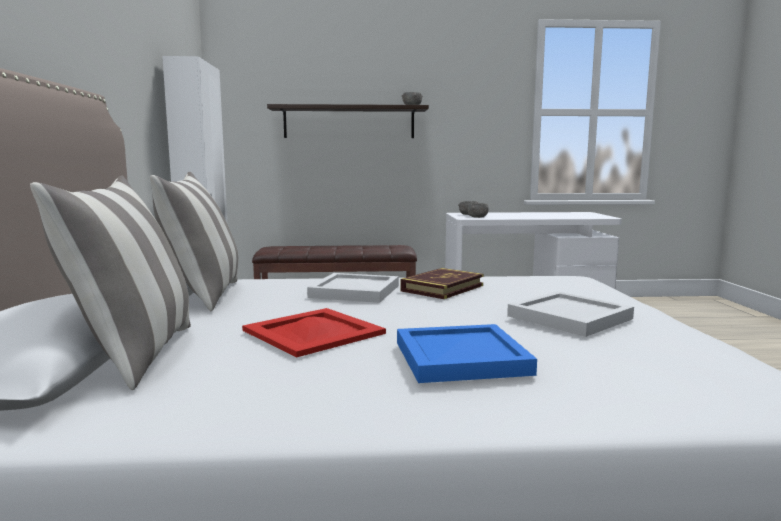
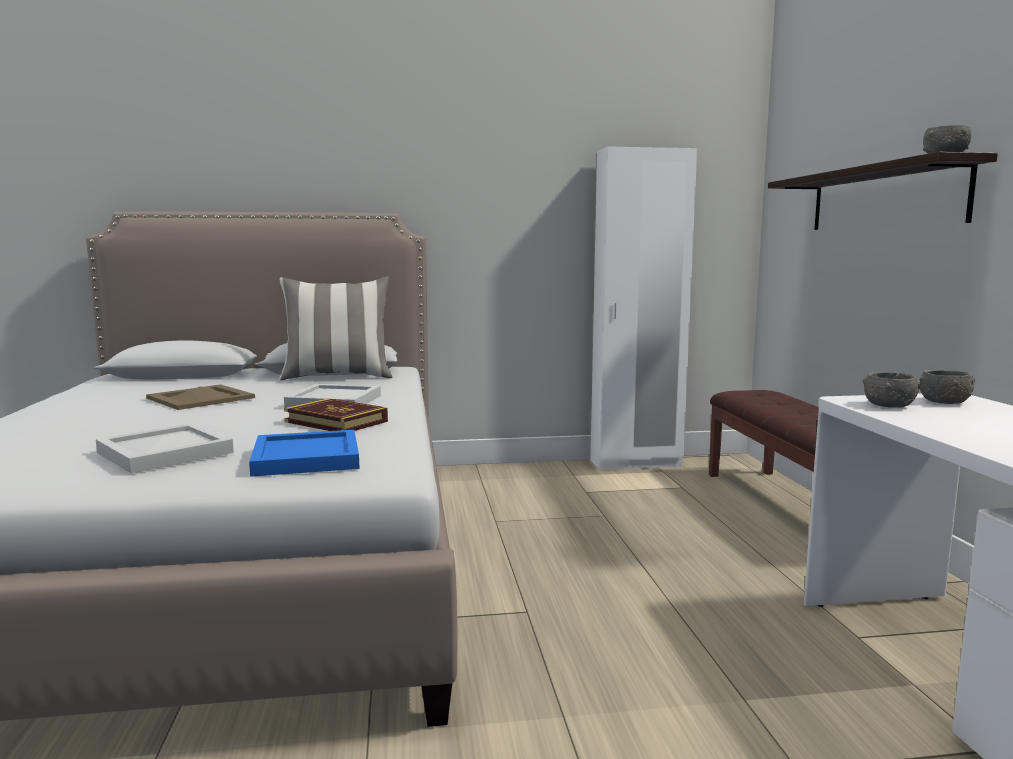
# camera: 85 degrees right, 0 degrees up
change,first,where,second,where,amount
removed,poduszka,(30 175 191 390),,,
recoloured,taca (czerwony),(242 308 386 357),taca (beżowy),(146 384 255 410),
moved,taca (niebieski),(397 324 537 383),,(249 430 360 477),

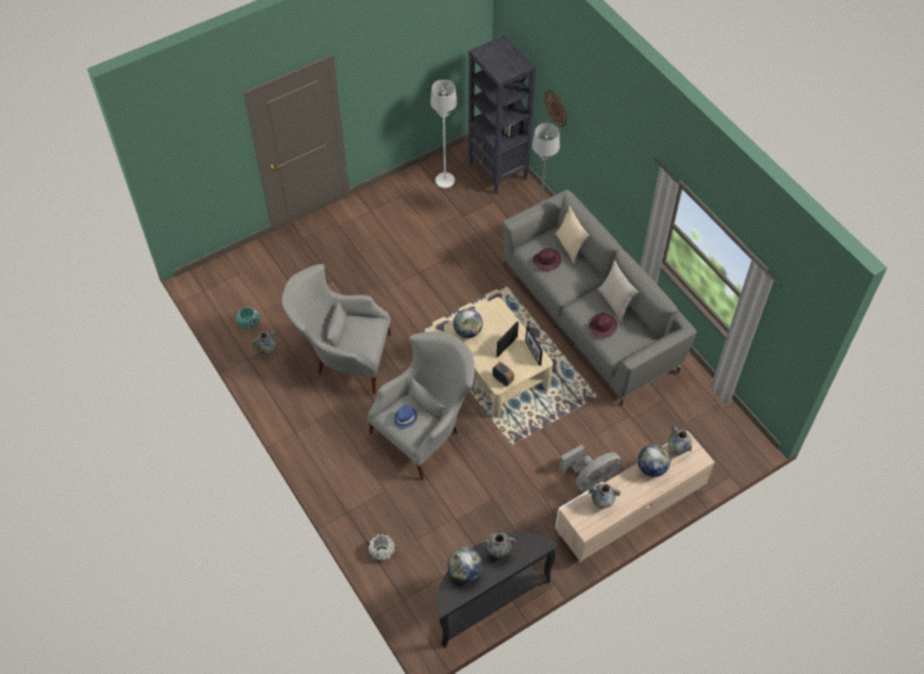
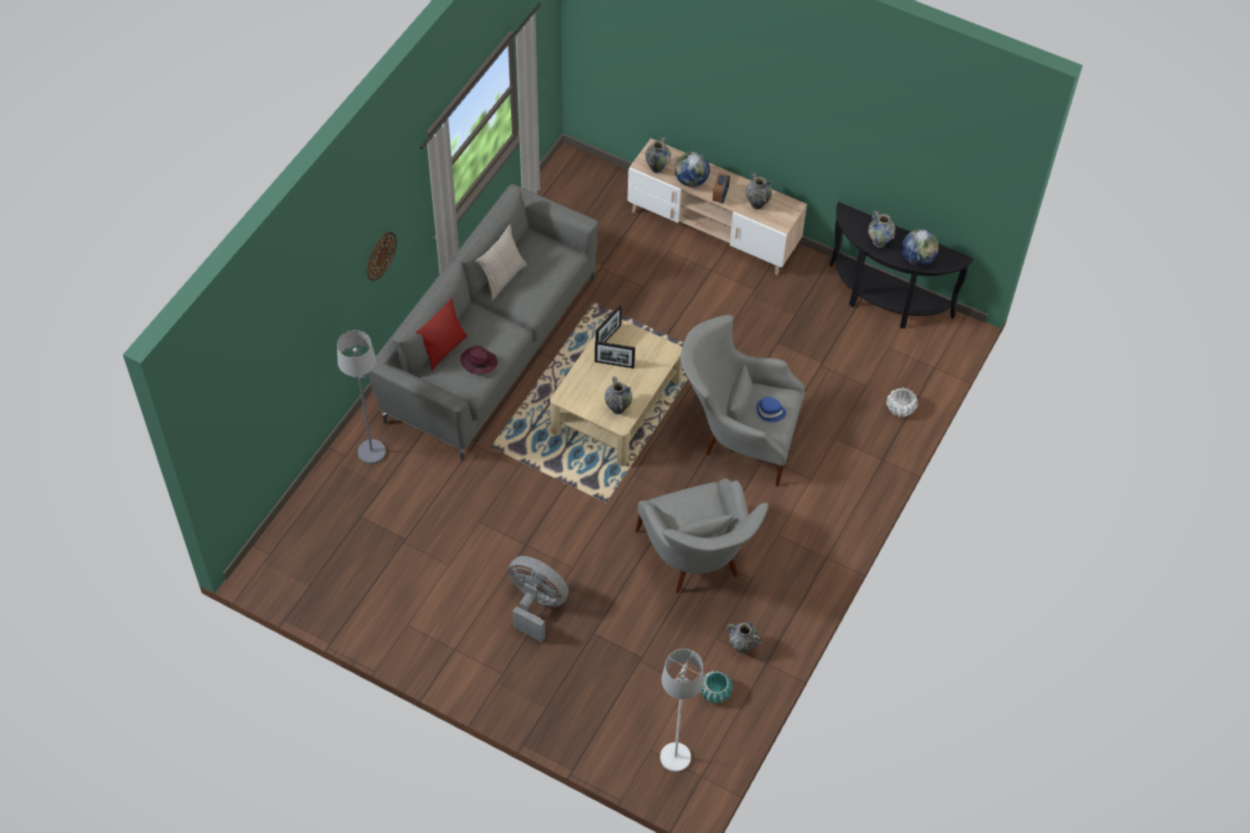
# camera: 120 degrees left, 0 degrees up
change,first,where,second,where,amount
moved,lampa stojąca (biały),(430 80 457 188),,(660 649 704 772),
replaced,globus,(453 309 483 338),wazon,(605 376 632 414),
removed,regał (czarny),(468 35 536 194),,,
moved,budzik,(492 362 514 387),,(712 173 730 203),
moved,zegar ścienny,(544 90 567 127),,(367 231 397 281),
recoloured,poduszka (beżowy),(555 206 589 263),poduszka (czerwony),(416 298 468 370),
moved,wentylator (szary),(559 445 623 492),,(508 556 569 642),
removed,kapelusz (fioletowy),(589 313 618 338),,,

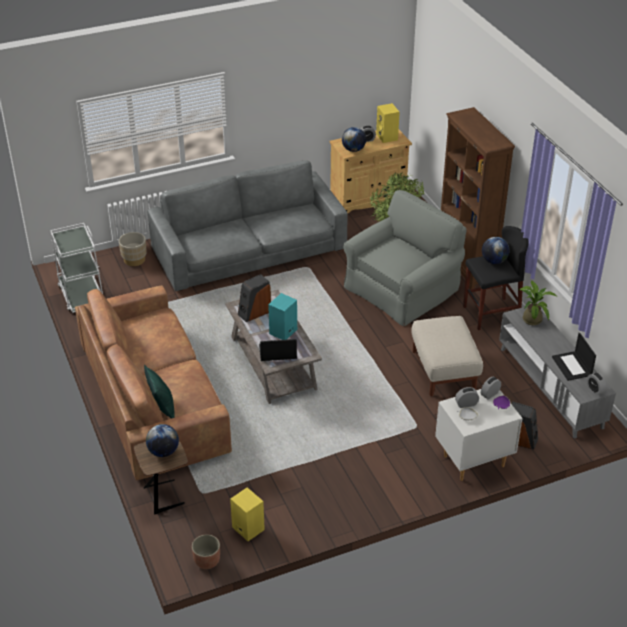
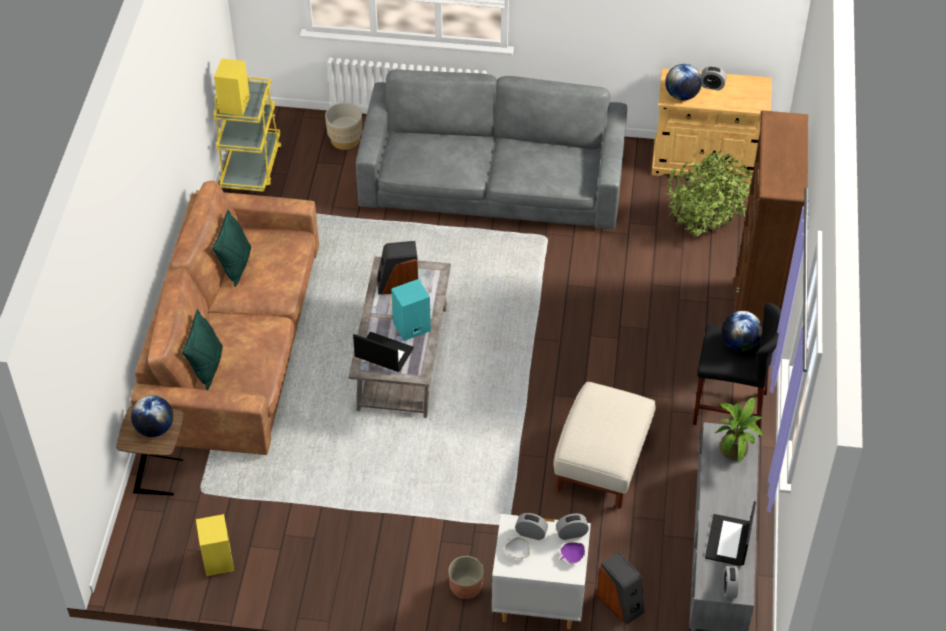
# camera: 30 degrees right, 10 degrees up
change,first,where,second,where,amount
recoloured,wózek (biały),(50 223 103 313),wózek (żółty),(213 77 282 192),
moved,donica,(192 534 220 569),,(448 556 484 599),
removed,fotel (szary),(343 190 467 326),,,
moved,głośnik (żółty),(376 103 400 143),,(214 58 250 116),
added,,,poduszka (zielony),(212 209 251 287),

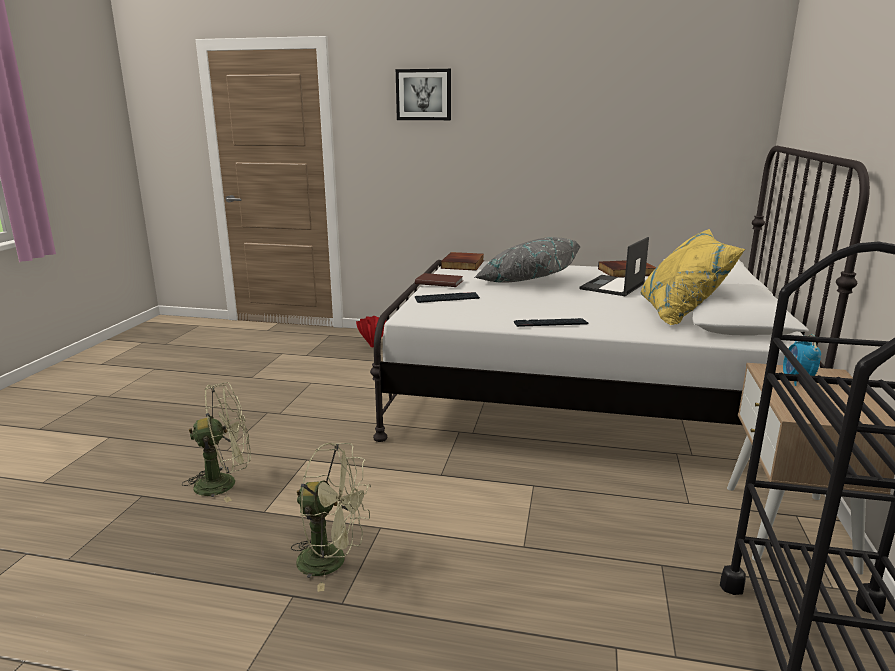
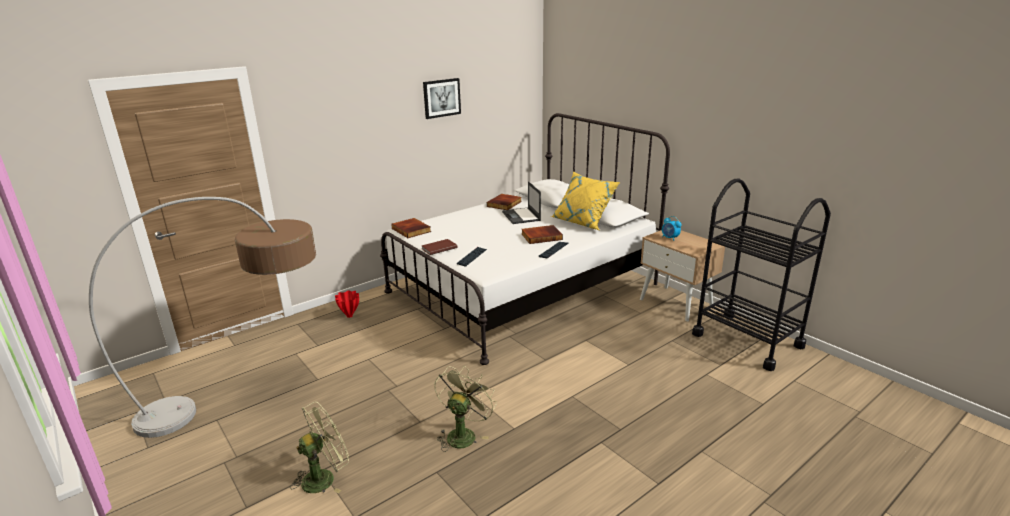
# camera: 50 degrees left, 5 degrees up
change,first,where,second,where,amount
moved,wentylator (zielony),(291 443 371 592),,(290 402 349 494),
moved,obraz,(396 69 451 120),,(423 78 461 119),
removed,poduszka (szary),(474 237 580 282),,,
added,,,lampa stojąca,(89 197 316 438),
added,,,książka,(522 225 563 244),

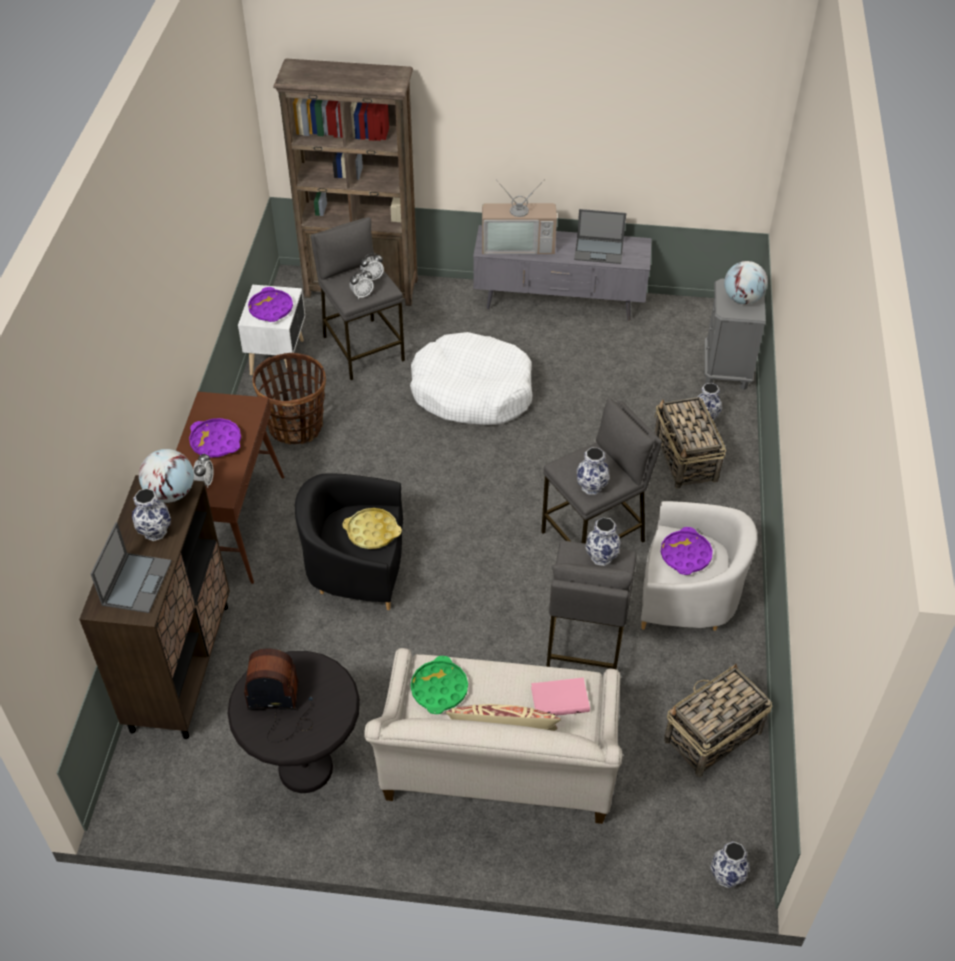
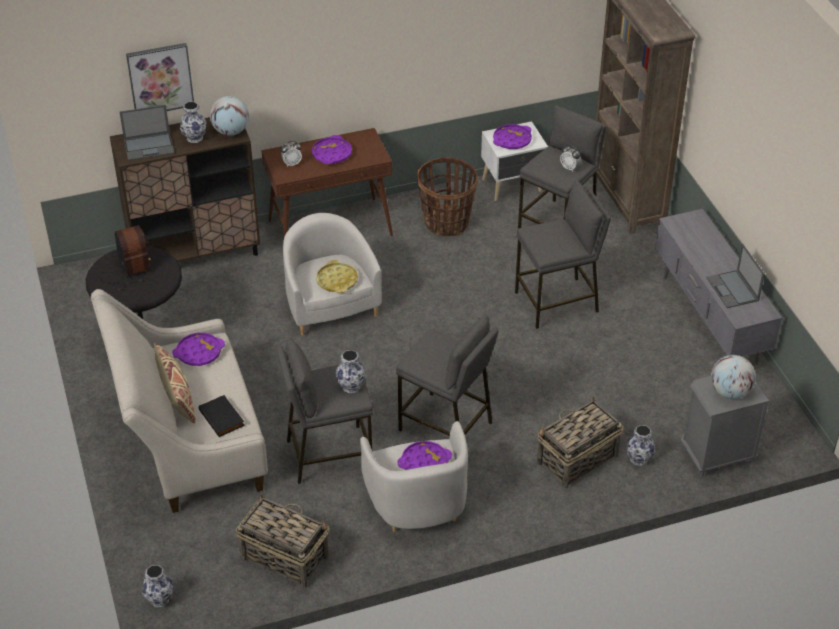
# camera: 65 degrees right, 5 degrees down
change,first,where,second,where,amount
recoloured,fotel (czarny),(295 473 403 610),fotel (biały),(283 213 382 335),
removed,budzik,(350 270 374 299),,,
replaced,legowisko (biały),(410 332 533 425),stołek (szary),(515 180 611 329),
recoloured,taca (zielony),(410 656 468 714),taca (fioletowy),(172 333 225 366),
removed,telewizor,(482 179 557 254),,,
recoloured,książka (różowy),(531 678 590 716),książka (czarny),(199 395 245 437),
removed,wazon,(577 448 609 495),,,
added,,,obraz,(126 43 194 111),

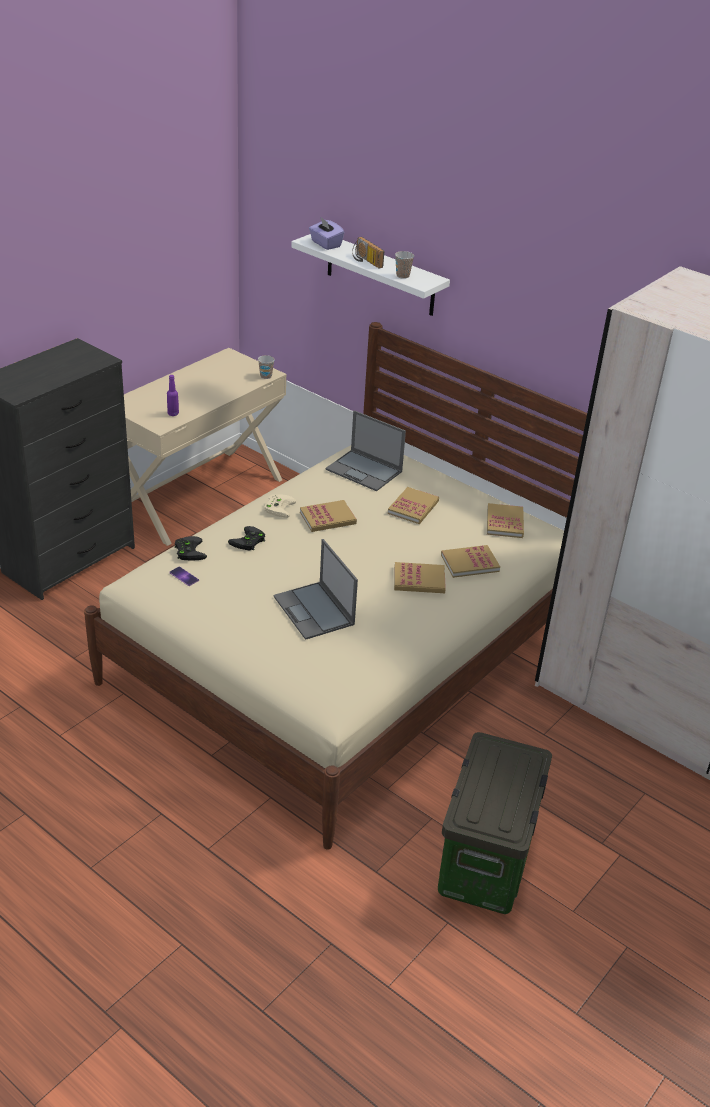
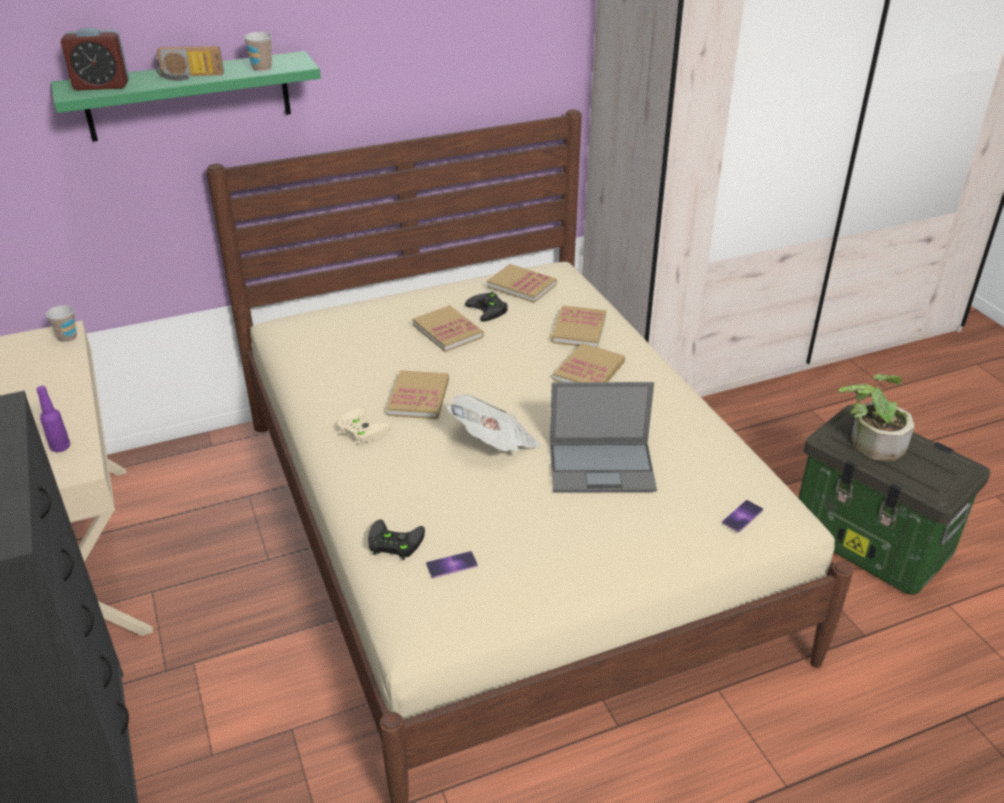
# camera: 60 degrees left, 0 degrees up
change,first,where,second,where,amount
moved,pad do gier (czarny),(228 526 265 551),,(465 292 508 321),
recoloured,półka (biały),(292 234 450 316),półka (zielony),(51 51 321 142),
replaced,pudełko chusteczek (fioletowy),(309 217 345 250),budzik,(61 27 129 90),
removed,laptop,(326 410 406 491),,,
added,,,gazeta,(446 394 540 452),
added,,,telefon,(722 500 763 533),
added,,,roślina doniczkowa,(839 374 915 461),

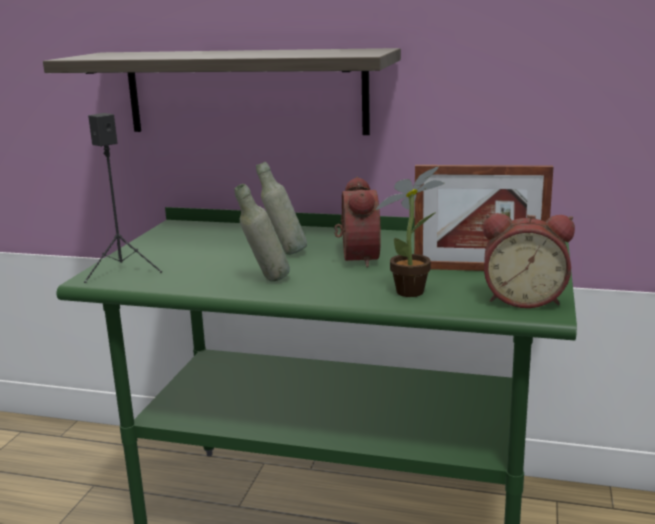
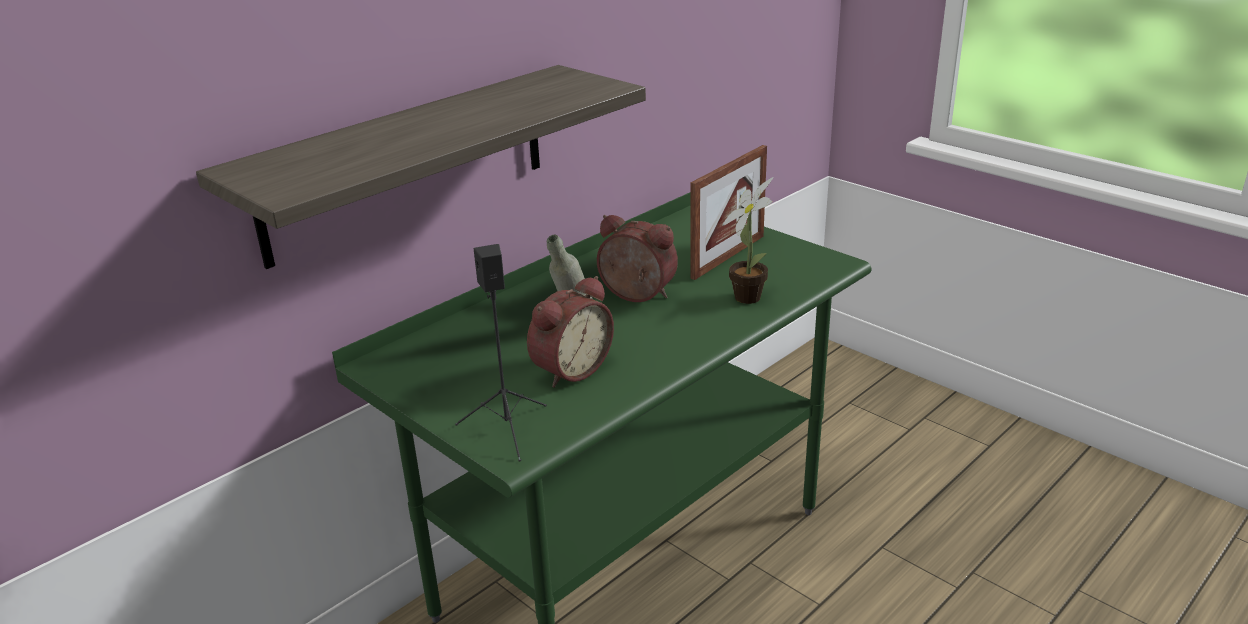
# camera: 60 degrees left, 10 degrees up
change,first,where,second,where,amount
removed,butelka (szary),(234 184 290 282),,,
moved,budzik,(483 213 575 308),,(527 276 614 388),

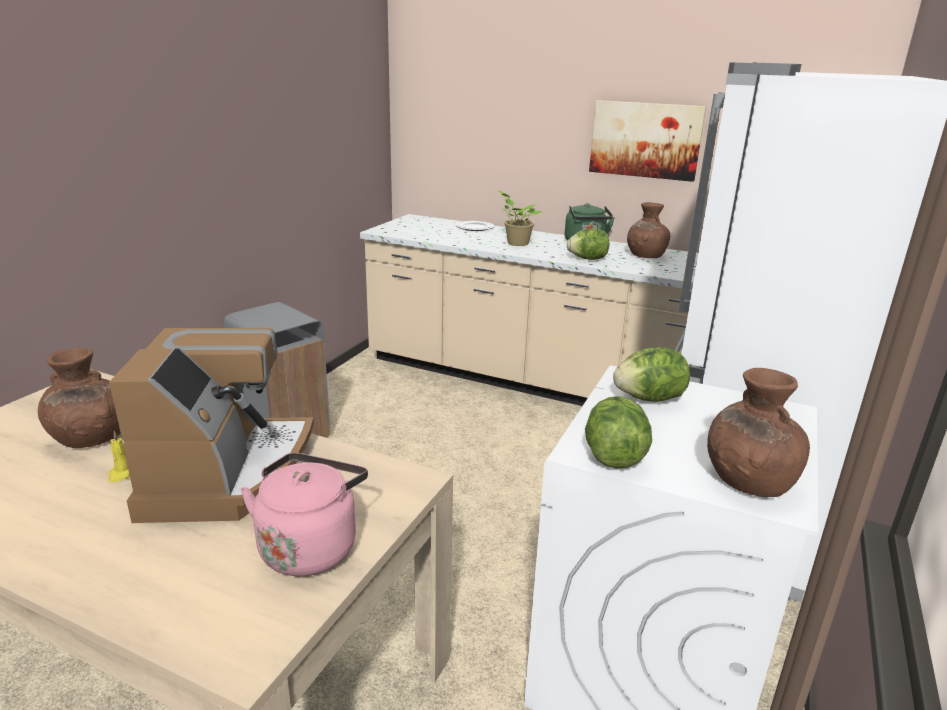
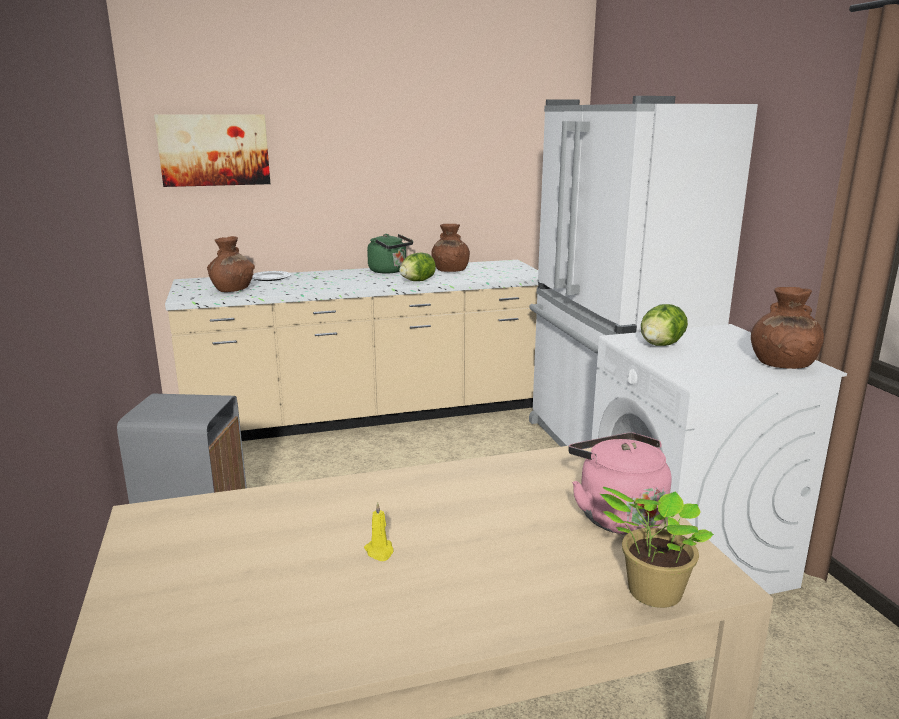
# camera: 40 degrees left, 5 degrees down
change,first,where,second,where,amount
moved,wazon (brązowy),(38 348 121 448),,(207 236 255 292),
removed,ekspres do kawy,(109 328 314 523),,,
moved,roślina doniczkowa,(499 190 542 246),,(600 487 714 608),
removed,sałata,(585 396 652 469),,,
moved,obraz,(589 100 706 182),,(154 115 270 187),

